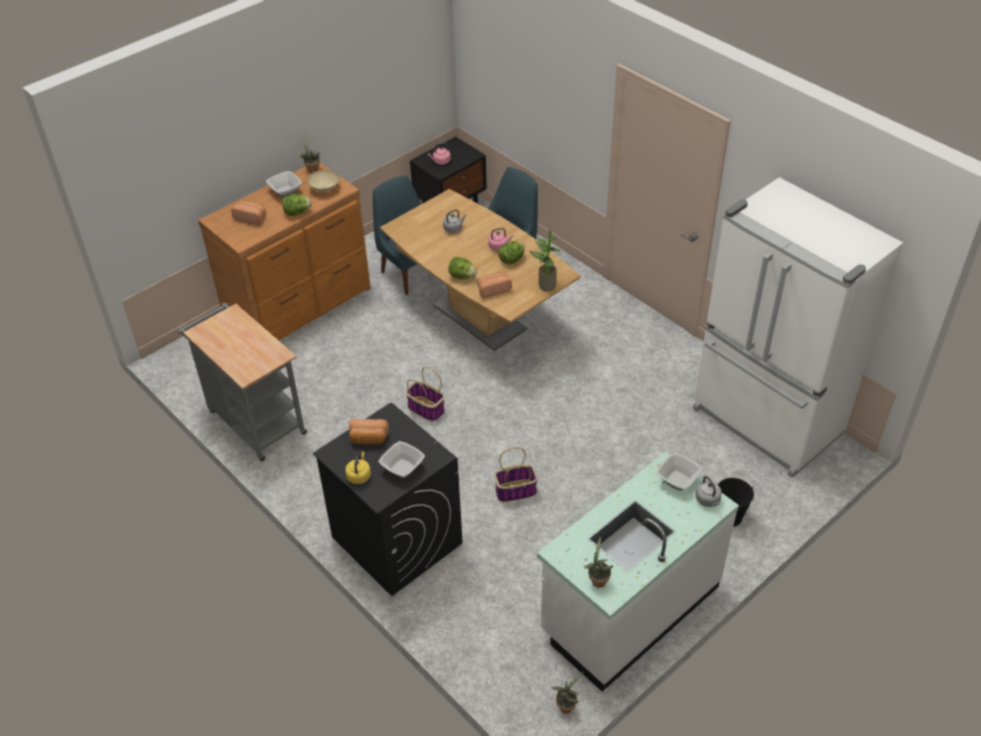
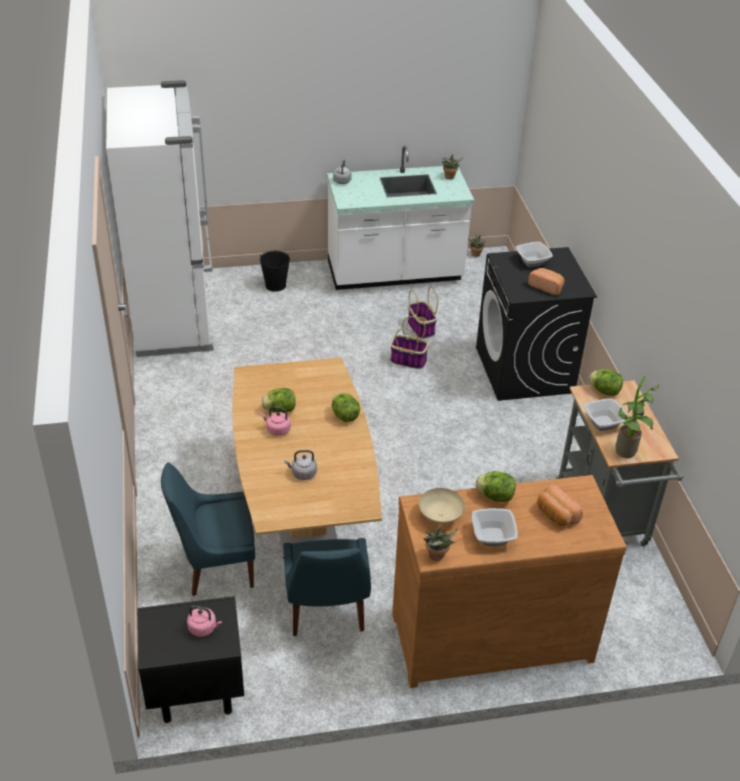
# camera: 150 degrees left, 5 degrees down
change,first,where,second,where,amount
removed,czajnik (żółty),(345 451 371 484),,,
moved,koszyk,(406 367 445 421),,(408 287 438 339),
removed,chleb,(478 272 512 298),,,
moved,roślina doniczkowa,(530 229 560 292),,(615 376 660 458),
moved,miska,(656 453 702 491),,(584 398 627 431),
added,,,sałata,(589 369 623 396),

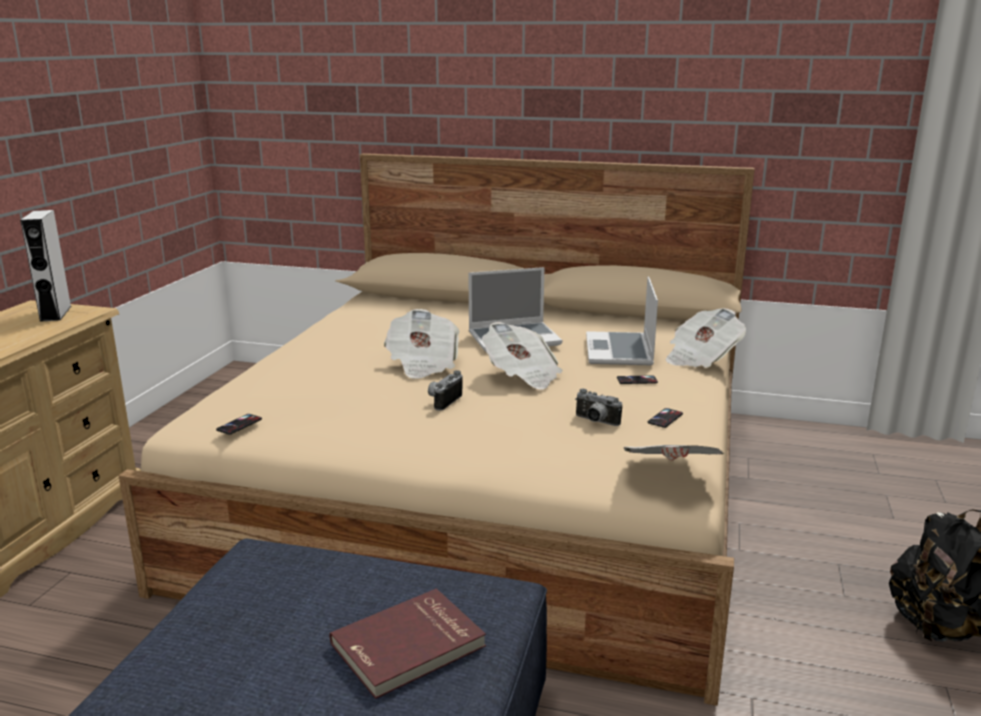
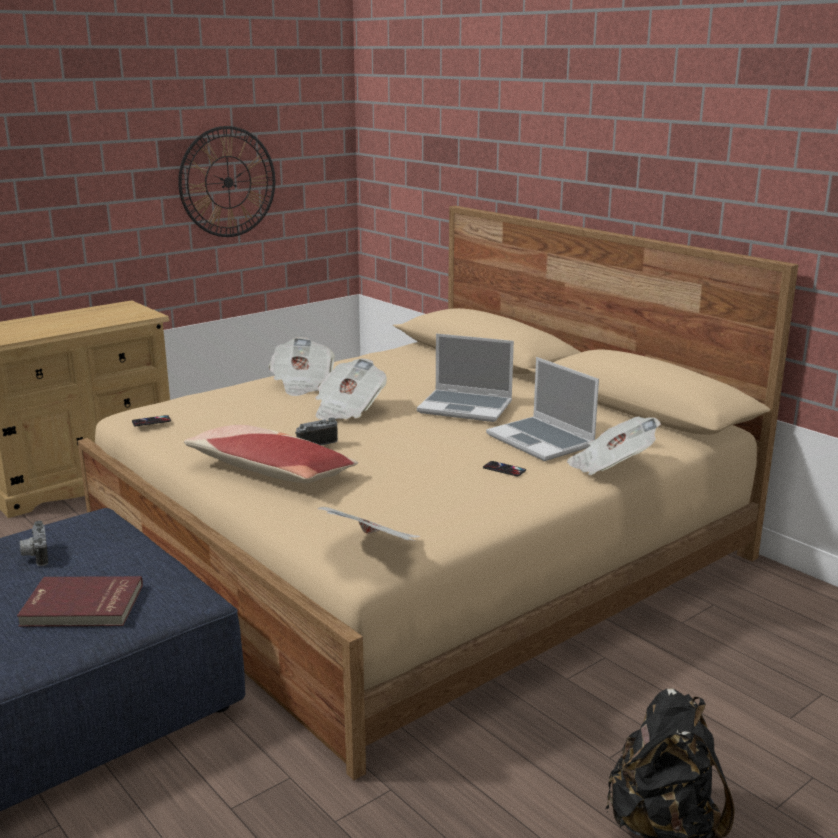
# camera: 35 degrees right, 0 degrees up
change,first,where,second,where,amount
removed,głośnik (szary),(20 210 71 322),,,
moved,gazeta,(482 322 563 390),,(268 337 335 396),
moved,aparat fotograficzny,(575 389 622 426),,(20 521 48 566),
turned,laptop,(586 277 658 365),,(486 357 599 461),75 degrees counterclockwise
removed,telefon,(648 408 683 428),,,
added,,,zegar ścienny,(178 126 275 237),
added,,,poduszka,(184 425 358 483),

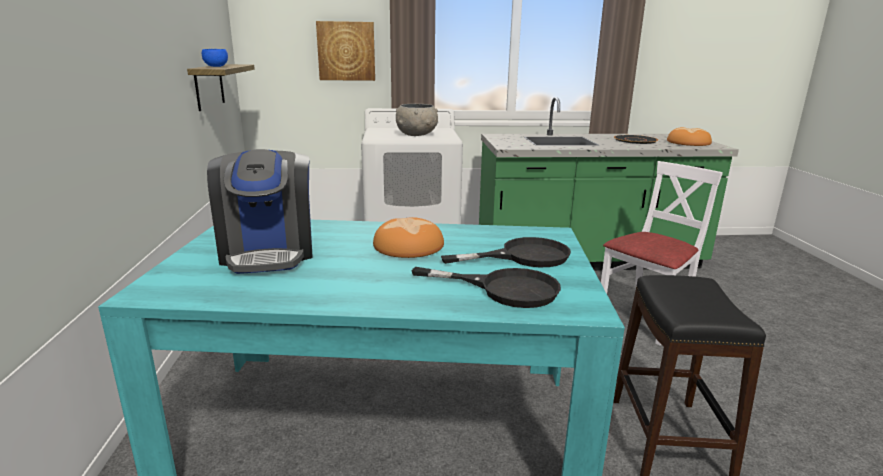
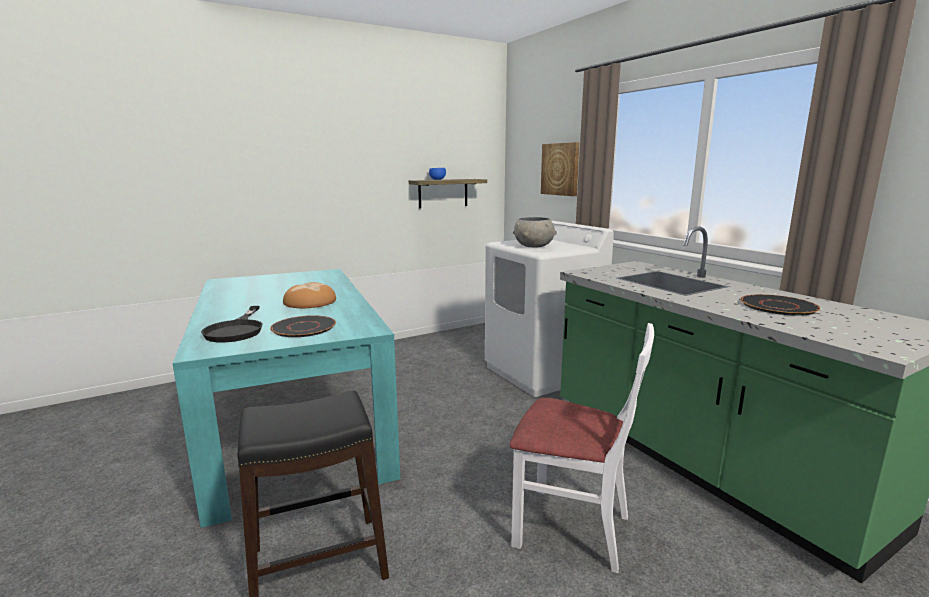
# camera: 65 degrees right, 5 degrees down
change,first,where,second,where,amount
removed,ekspres do kawy,(207 149 313 274),,,
replaced,patelnia (czarny),(441 237 571 267),talerz (czarny),(270 315 336 337),
removed,chleb,(667 127 712 146),,,

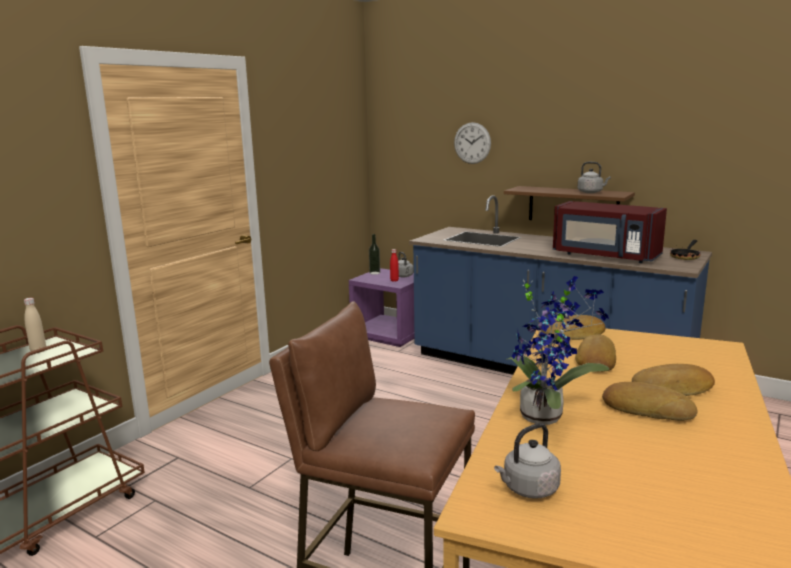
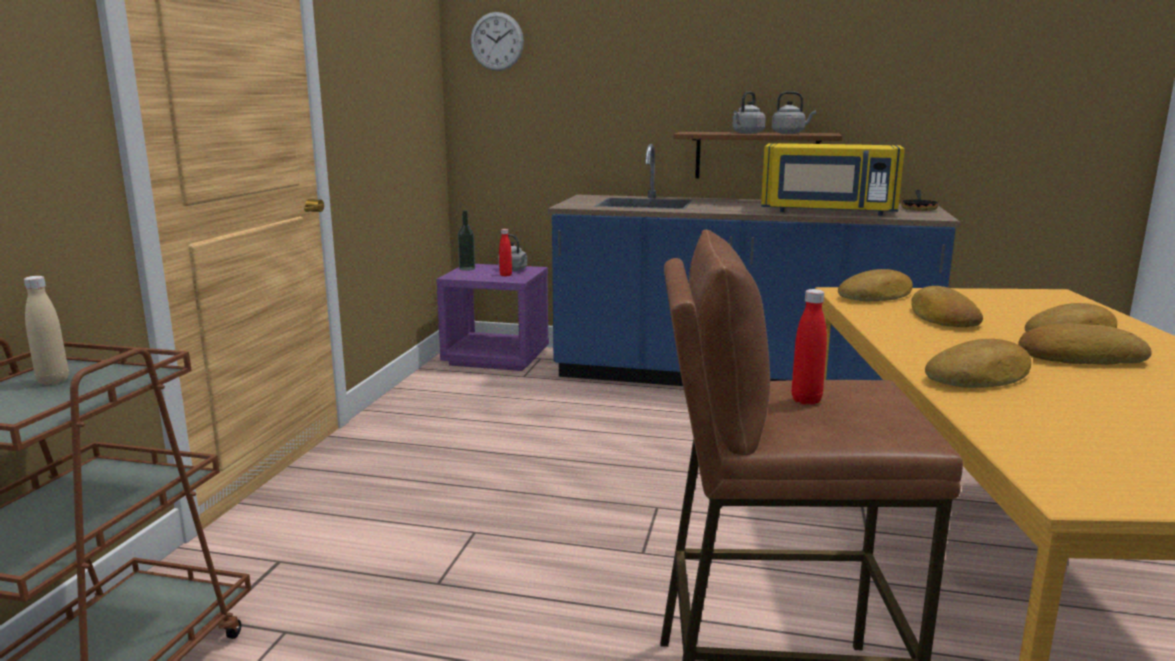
# camera: 20 degrees left, 0 degrees up
change,first,where,second,where,amount
moved,zegar ścienny,(454 122 491 164),,(471 12 524 71),
moved,czajnik (szary),(494 423 561 499),,(732 91 766 134),
replaced,roślina doniczkowa,(505 276 610 425),chleb,(925 339 1031 388),
recoloured,mikrofalówka (czerwony),(553 201 667 263),mikrofalówka (żółty),(761 143 905 216),
added,,,butelka (czerwony),(792 289 827 405),

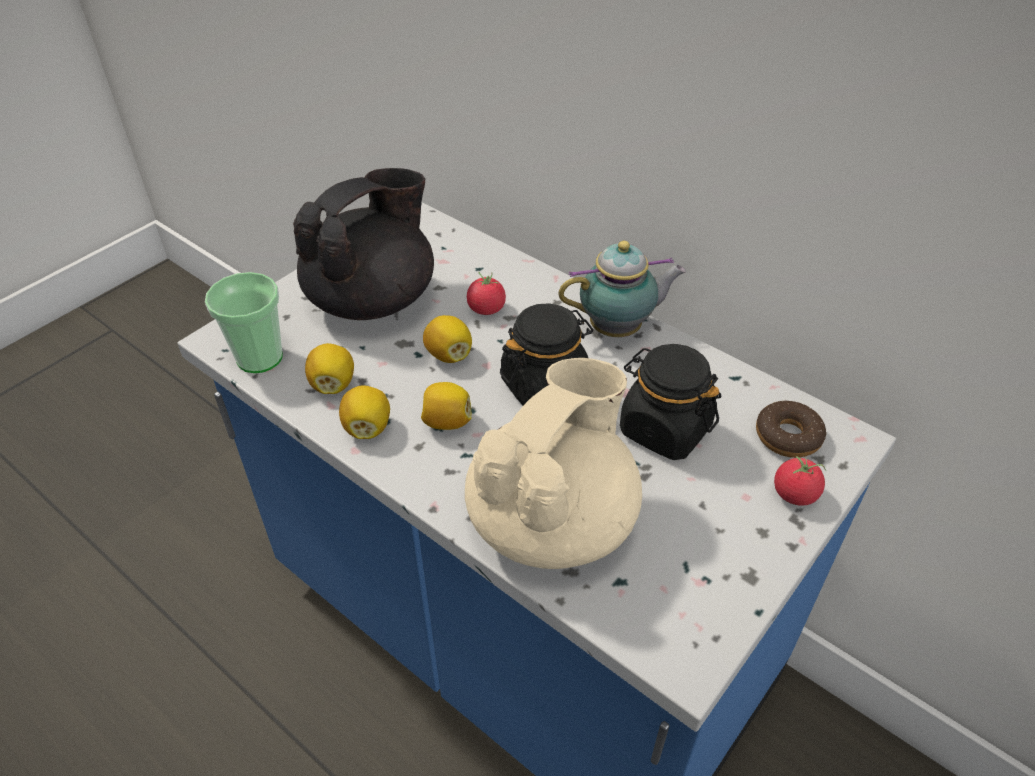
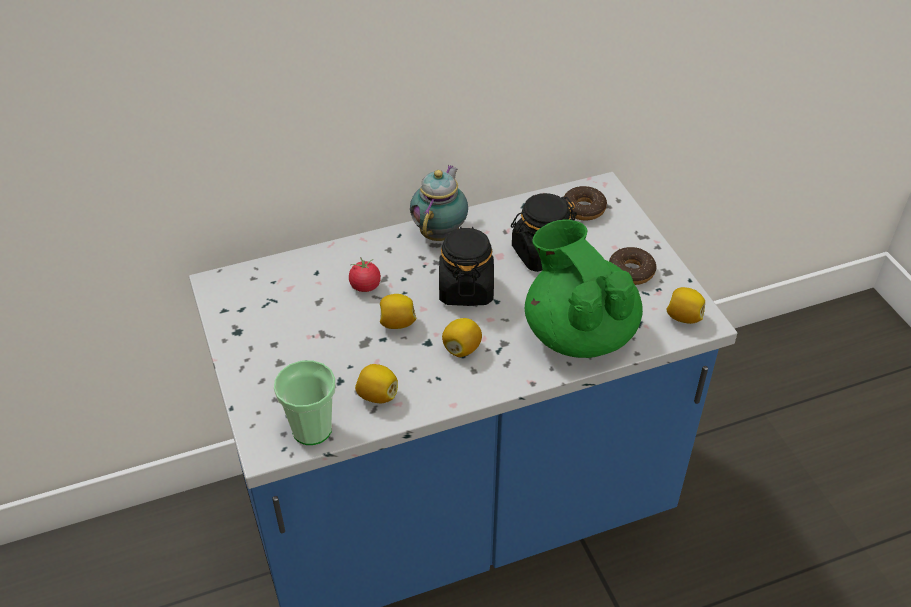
# camera: 60 degrees left, 0 degrees up
change,first,where,second,where,amount
removed,imbryk (czarny),(293 168 434 320),,,
moved,cytryna,(339 385 390 439),,(666 287 705 324),
recoloured,imbryk (beżowy),(465 358 642 569),imbryk (zielony),(525 219 643 358),
removed,pomidor,(774 456 826 506),,,
added,,,donut,(609 247 657 285),

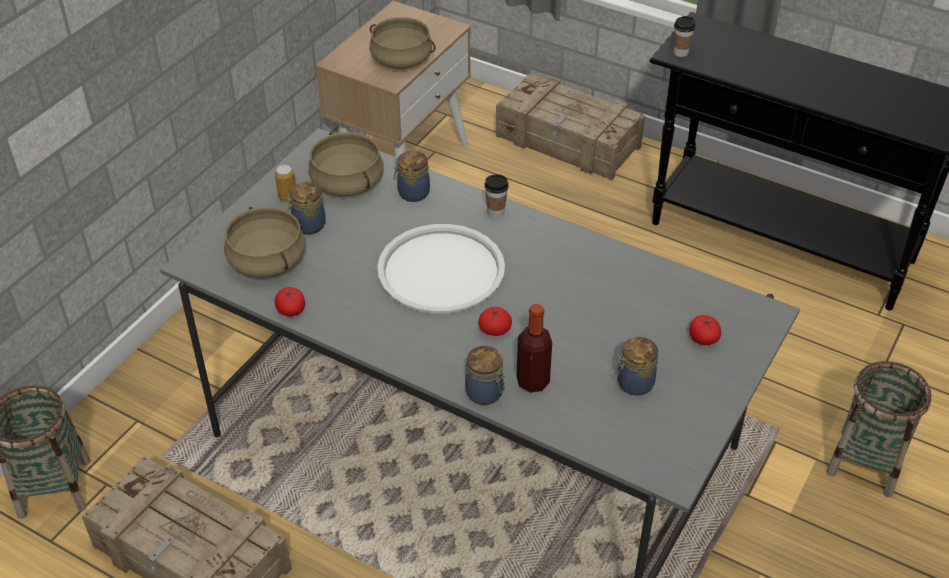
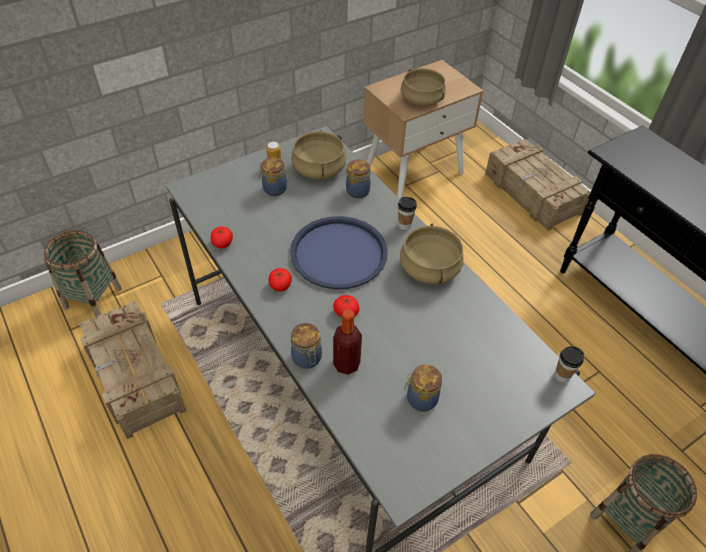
# camera: 25 degrees right, 5 degrees up
change,first,where,second,where,amount
moved,garnek (beżowy),(224 207 306 278),,(400 224 464 284),
recoloured,taca (biały),(377 224 505 314),taca (niebieski),(290 216 388 289),
moved,filiżanka,(674 16 695 57),,(554 346 584 383),
moved,pomidor,(689 315 721 345),,(269 268 292 291),

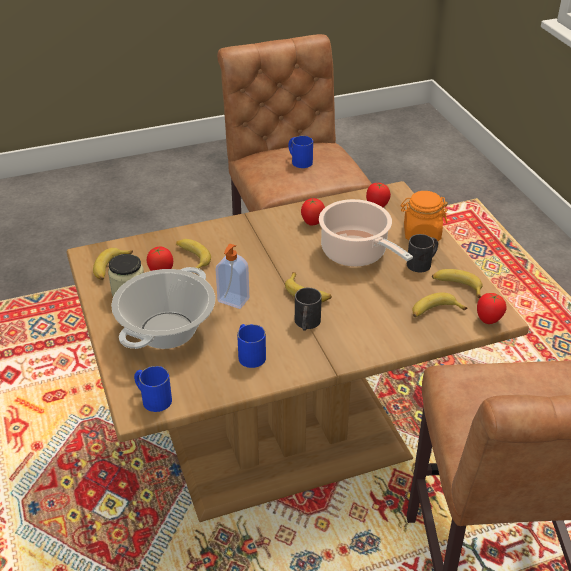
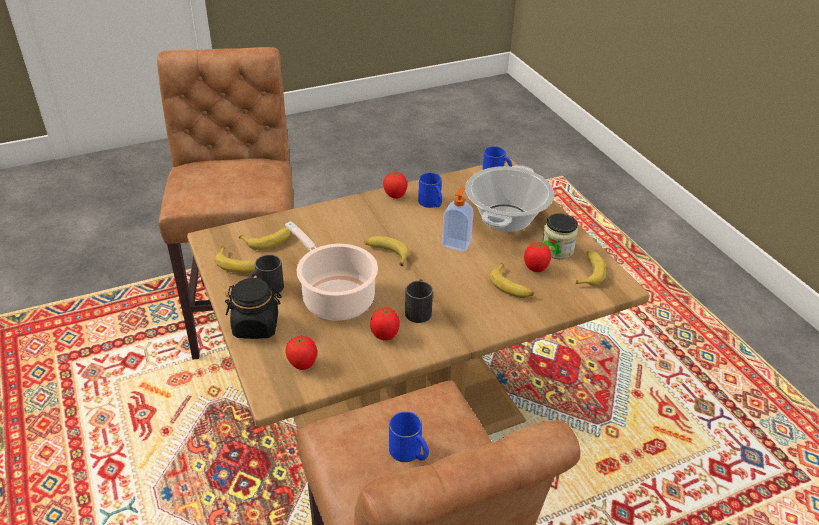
# camera: 175 degrees right, 0 degrees up
change,first,where,second,where,amount
moved,kubek (czarny),(295 288 322 331),,(405 280 433 323),
recoloured,słoik (pomarańczowy),(401 191 448 241),słoik (czarny),(225 278 282 339),
moved,pomidor,(477 293 506 324),,(383 172 407 199),

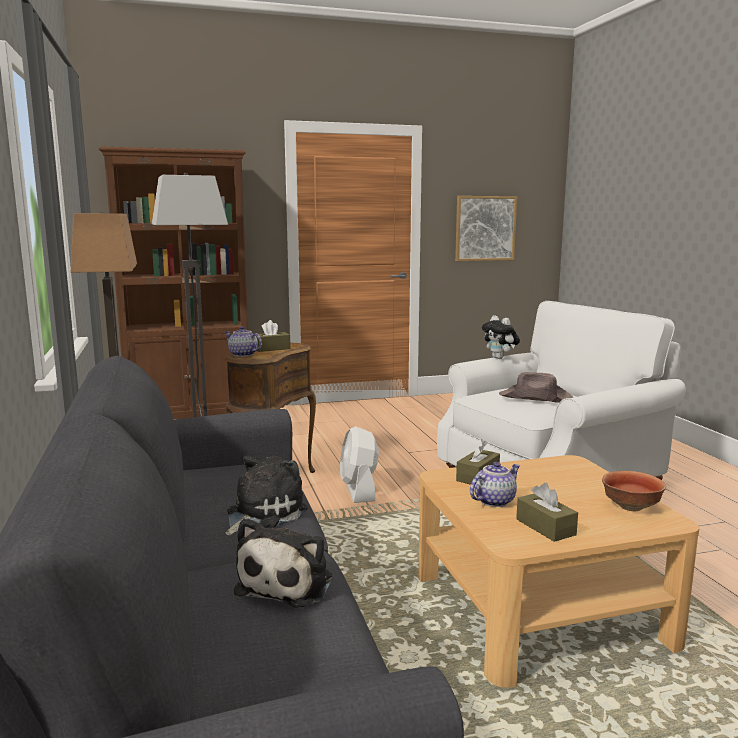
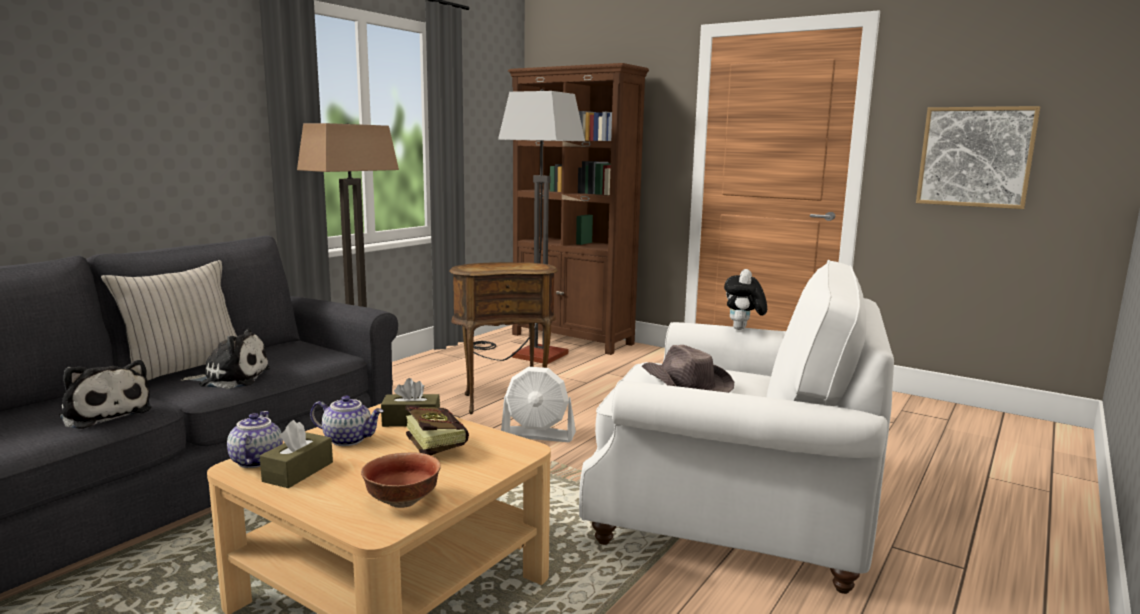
# camera: 50 degrees right, 0 degrees up
change,first,where,second,where,amount
moved,imbryk,(225 326 262 357),,(227 411 283 468),
turned,pluszak,(234 518 332 608),,(59 360 152 429),120 degrees counterclockwise
removed,pudełko chusteczek (brązowy),(256 320 291 352),,,
turned,wentylator (biały),(340 426 379 503),,(501 367 576 442),120 degrees counterclockwise
added,,,poduszka (beżowy),(101 260 237 380),
added,,,książka,(405 405 469 455),

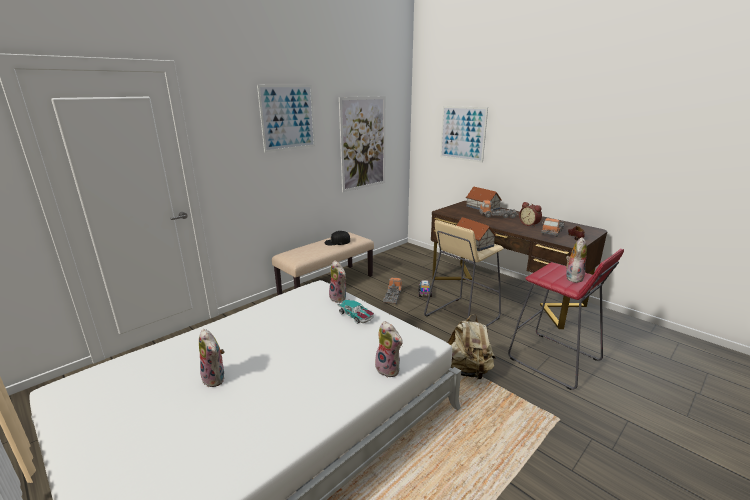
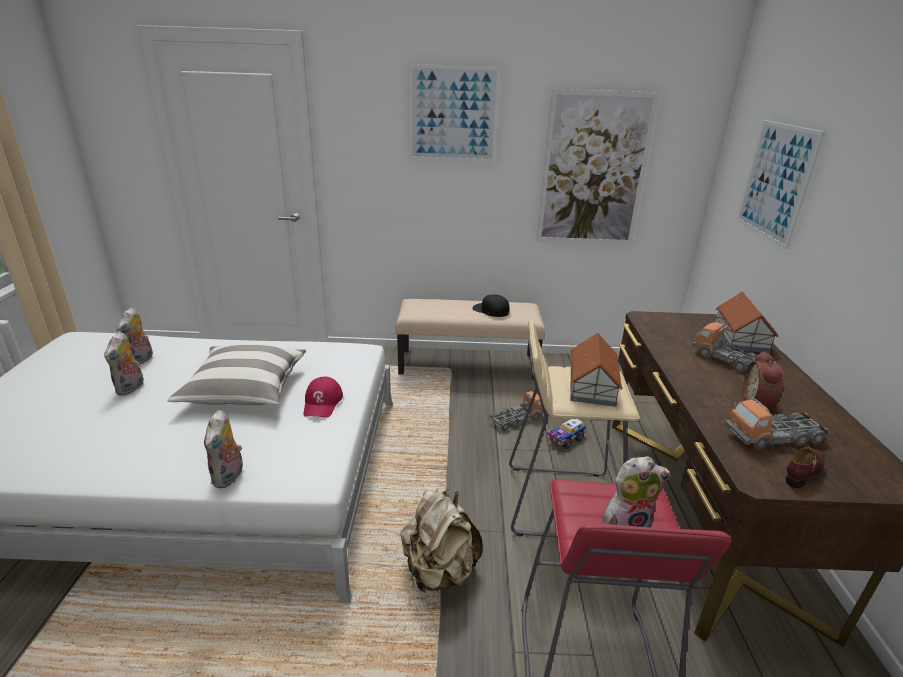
# camera: 45 degrees right, 5 degrees up
change,first,where,second,where,amount
moved,pluszak,(329 260 346 303),,(116 307 153 365),
replaced,samochodzik,(337 299 374 324),czapka z daszkiem (czerwony),(304 377 343 417),
added,,,poduszka,(167 344 306 405),

